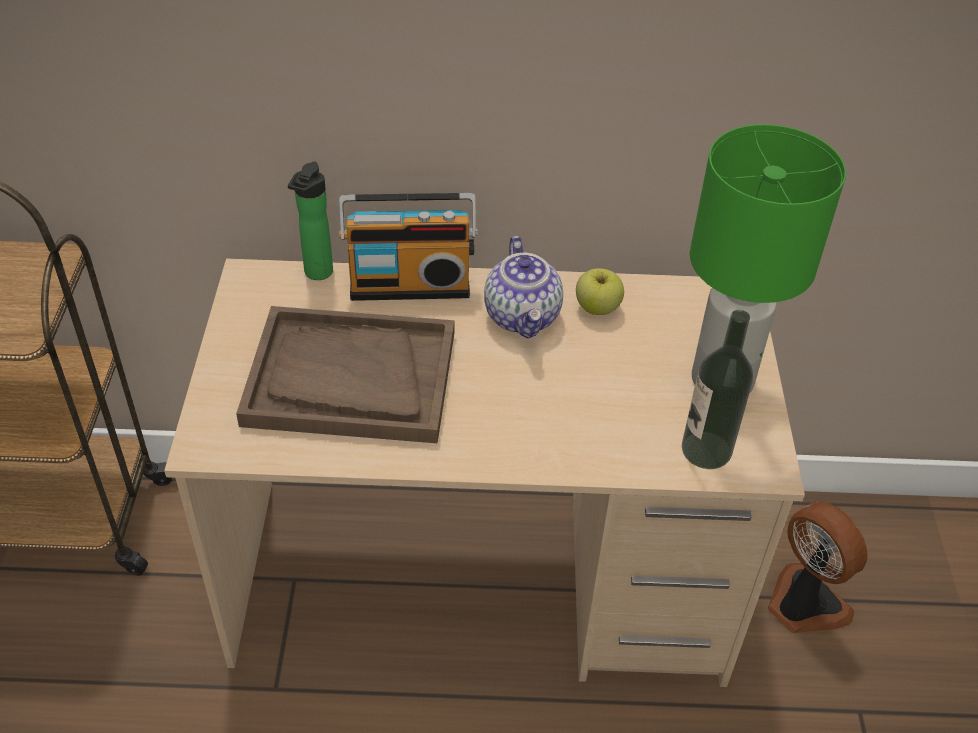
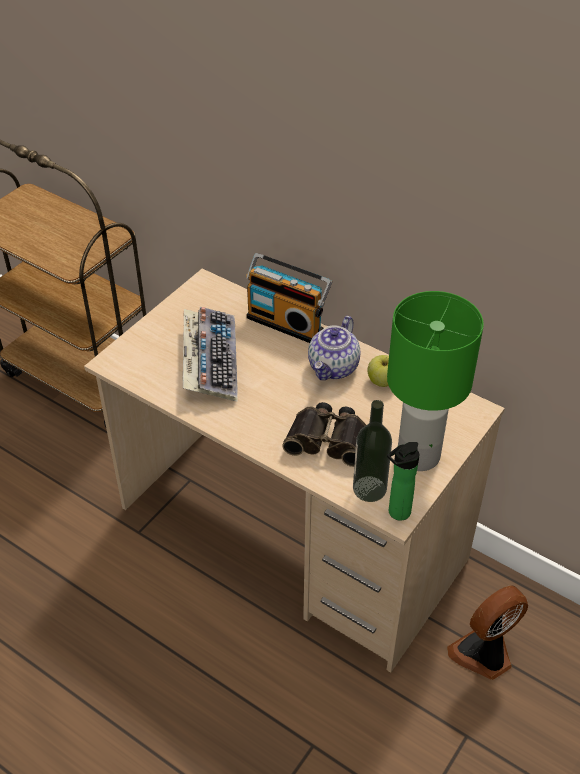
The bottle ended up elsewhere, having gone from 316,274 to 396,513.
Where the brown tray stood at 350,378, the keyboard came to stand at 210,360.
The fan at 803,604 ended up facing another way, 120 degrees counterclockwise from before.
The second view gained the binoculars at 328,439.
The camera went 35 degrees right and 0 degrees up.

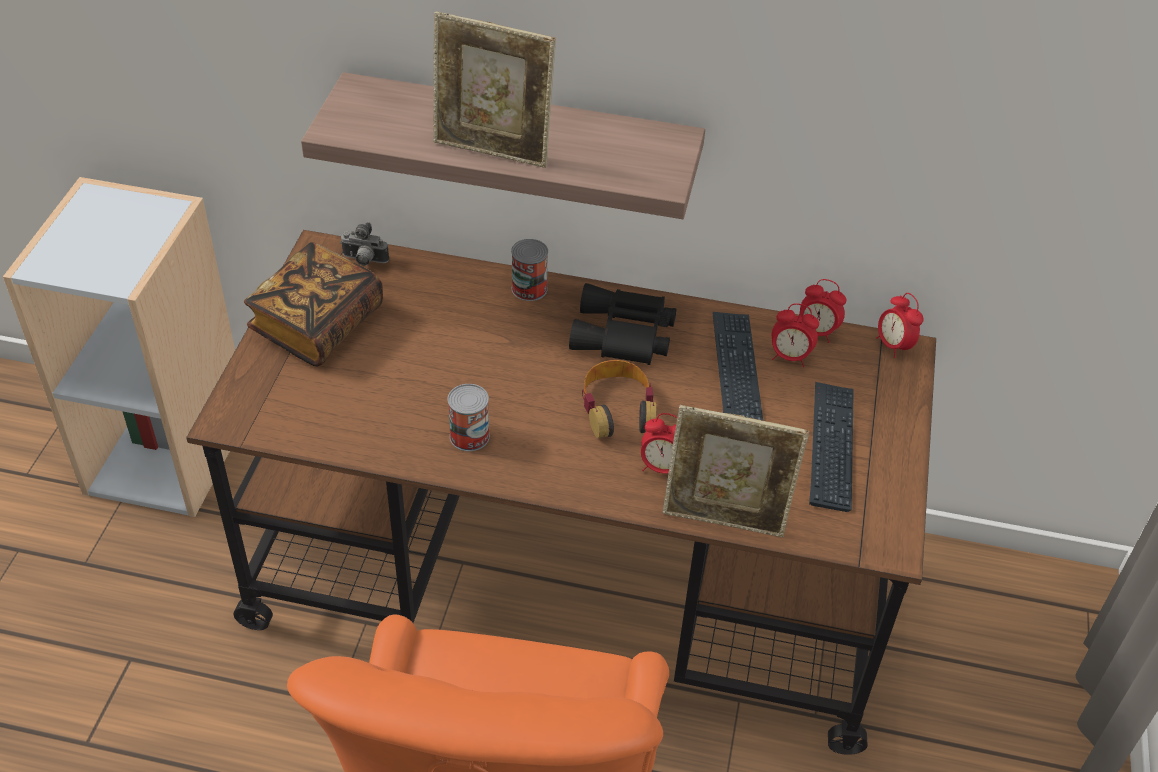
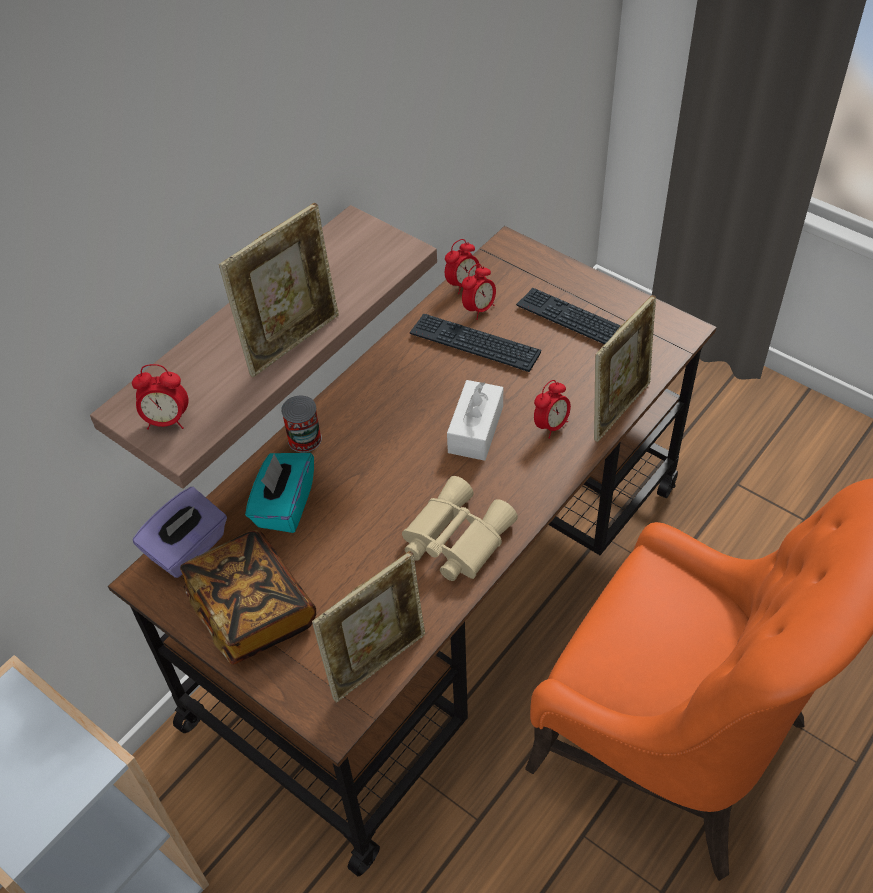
Where the photo camera stood at 364,261, the purple tissue box came to stand at 188,548.
The second view lost the black binoculars at 624,336.
The alarm clock ended up elsewhere, having gone from 893,346 to 167,420.
Where the headphones stood at 618,408, the white tissue box came to stand at 475,430.
Where the can stood at 469,436, the beige binoculars came to stand at 454,538.
The second view gained the turquoise tissue box at 284,506.
The second view gained the picture frame at 378,662.
The camera went 60 degrees left and 5 degrees up.

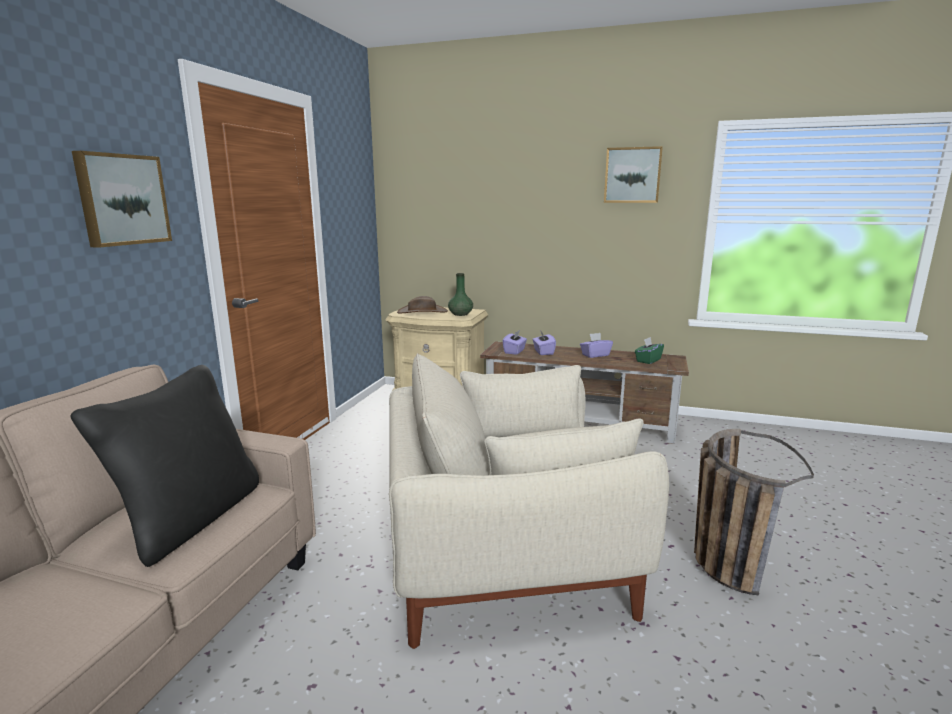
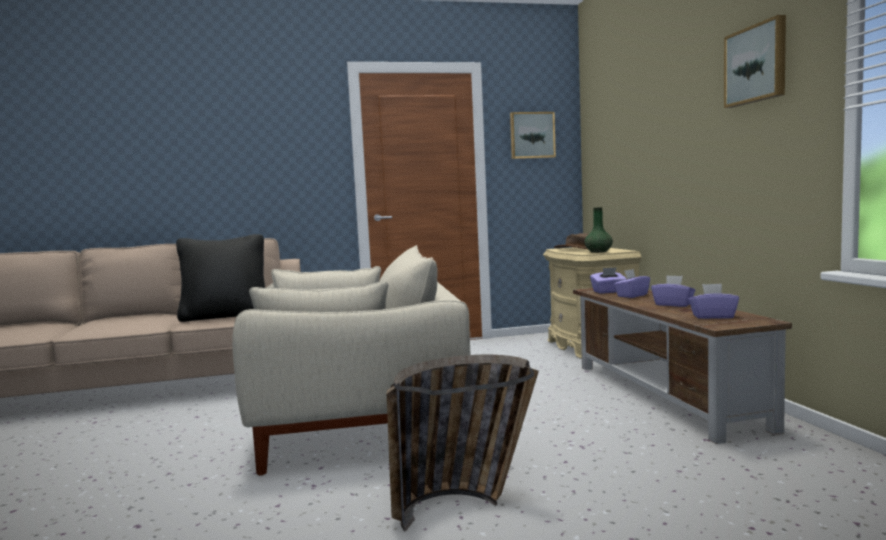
The picture ended up elsewhere, having gone from 122,199 to 532,135.
What was the green tissue box at 648,360 turned into the purple tissue box at 712,316.
The beige armchair at 506,556 ended up facing another way, 120 degrees clockwise from before.
The camera went 60 degrees right and 10 degrees down.

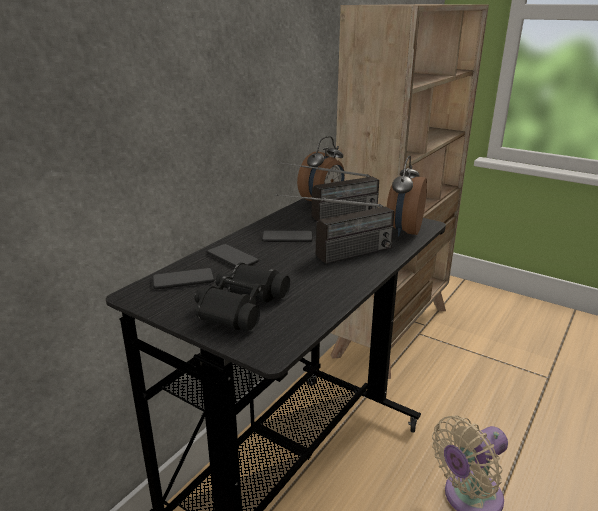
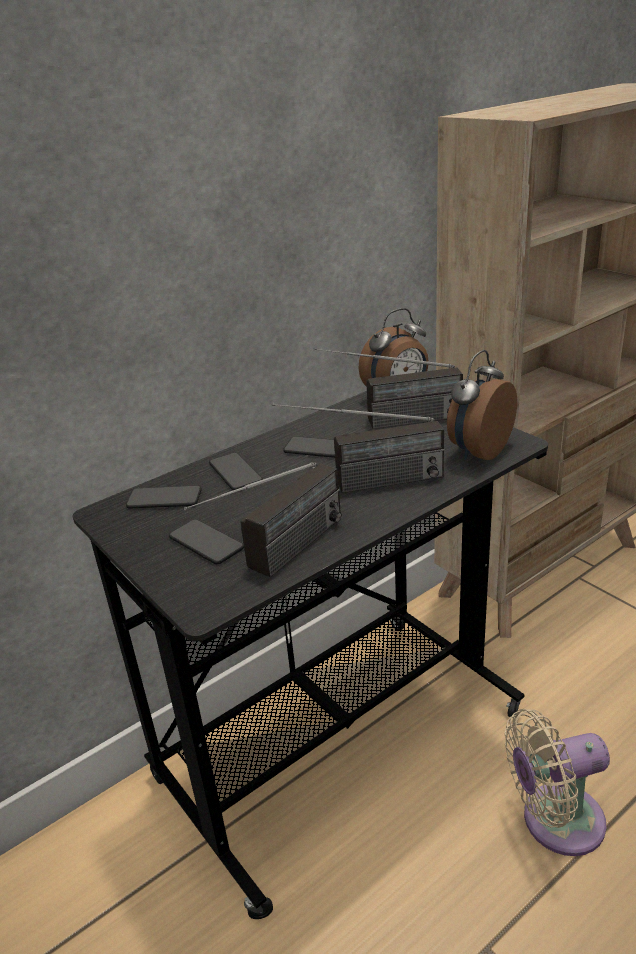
Where the black binoculars stood at 240,306, the phone came to stand at 206,543.
The second view gained the radio at 278,559.
The camera went 20 degrees right and 5 degrees up.

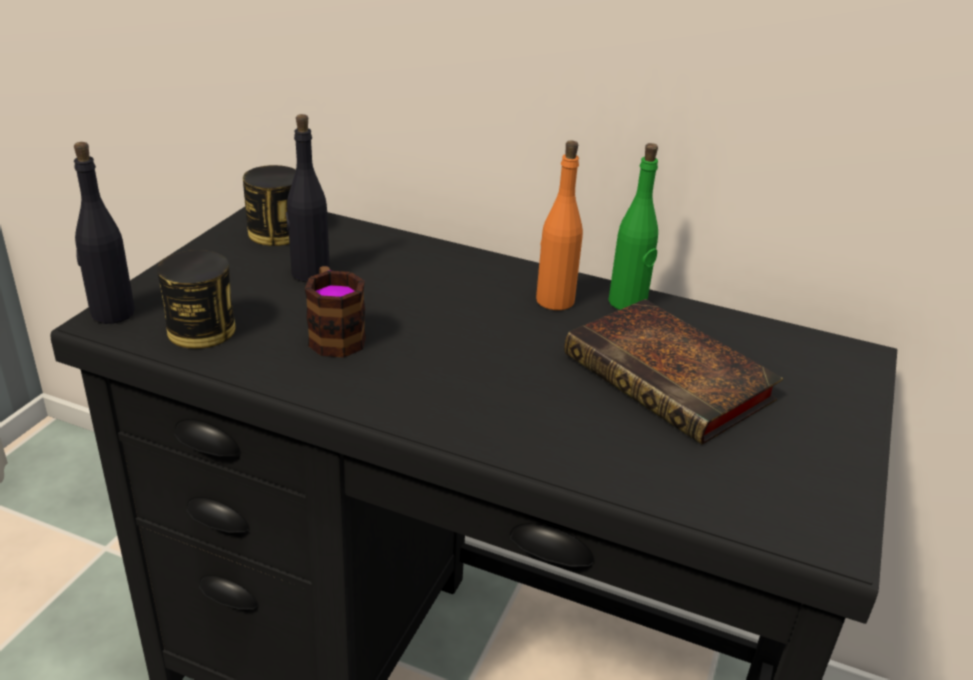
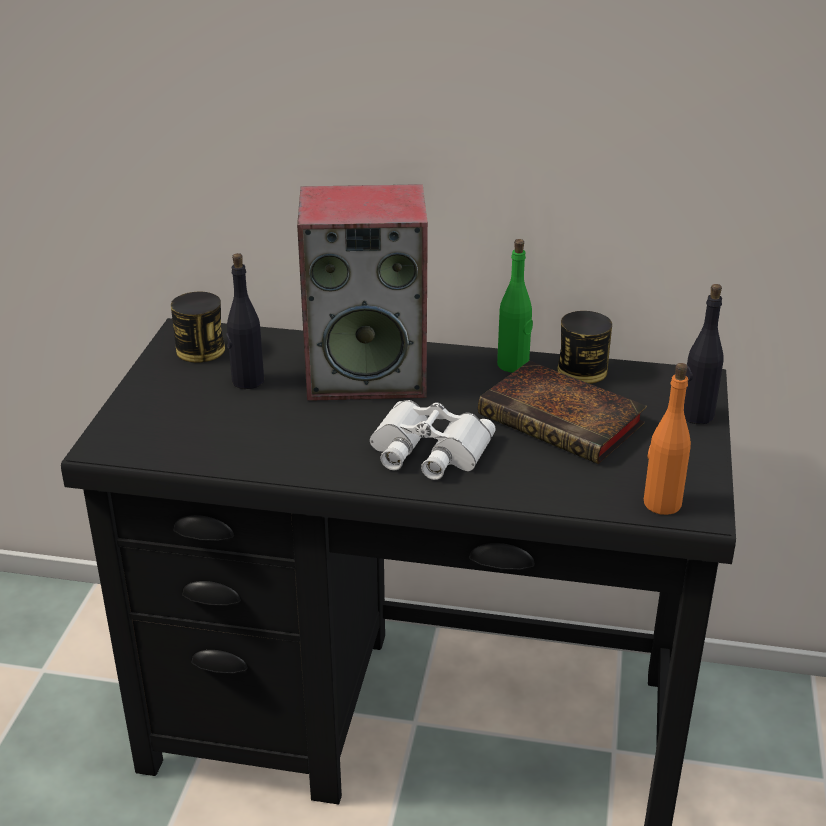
The orange bottle ended up elsewhere, having gone from 554,300 to 661,503.
The black bottle ended up elsewhere, having gone from 112,313 to 696,415.
The can ended up elsewhere, having gone from 201,330 to 582,371.
The second view lost the mug at 334,334.
The second view gained the speaker at 368,374.
The second view gained the white binoculars at 427,451.
The camera went 10 degrees left and 0 degrees up.

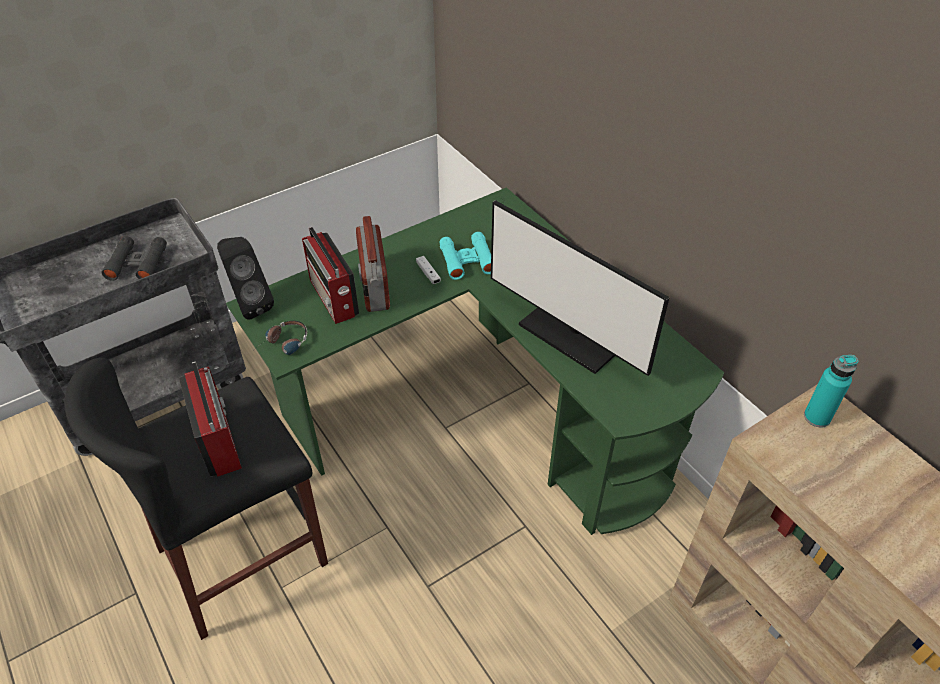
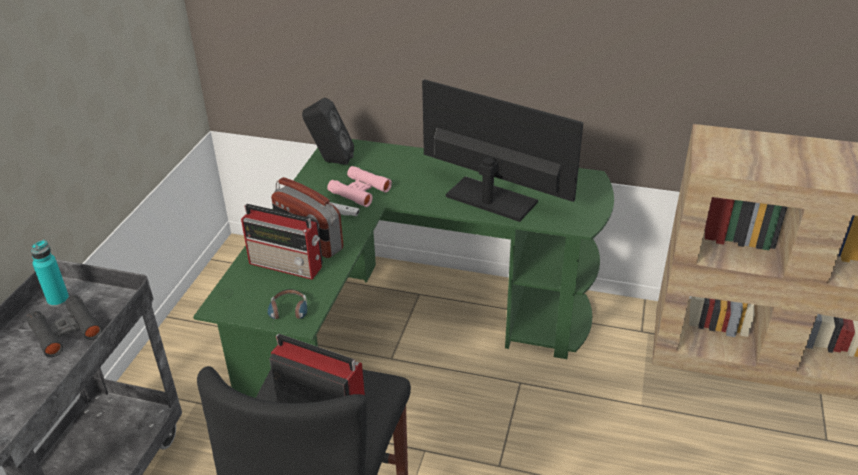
The monitor at 569,337 ended up facing another way, 150 degrees counterclockwise from before.
What was the turquoise binoculars at 467,260 turned into the pink binoculars at 359,191.
The black speaker ended up elsewhere, having gone from 249,304 to 330,161.
The turquoise bottle ended up elsewhere, having gone from 817,417 to 58,300.
The camera went 40 degrees left and 10 degrees down.

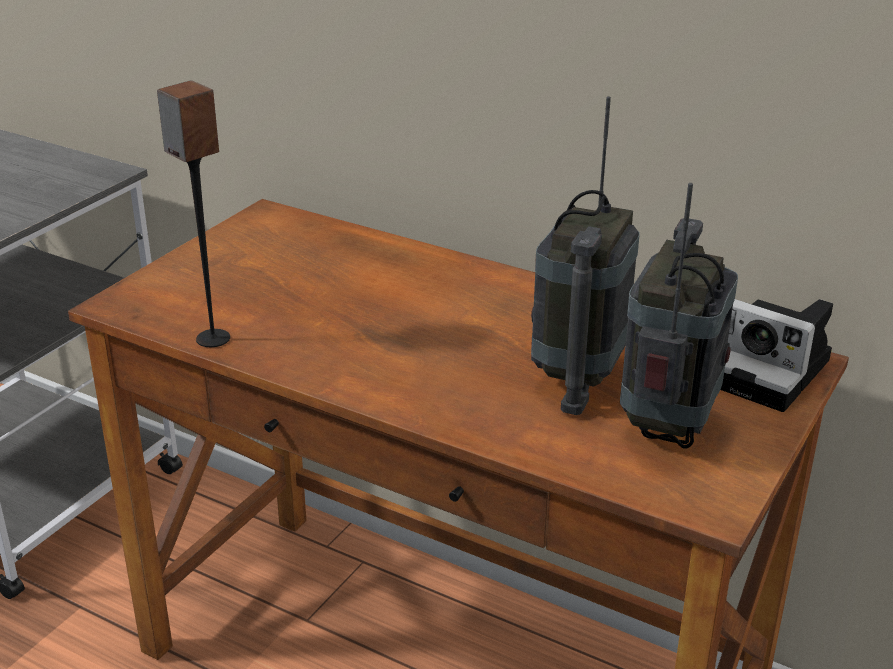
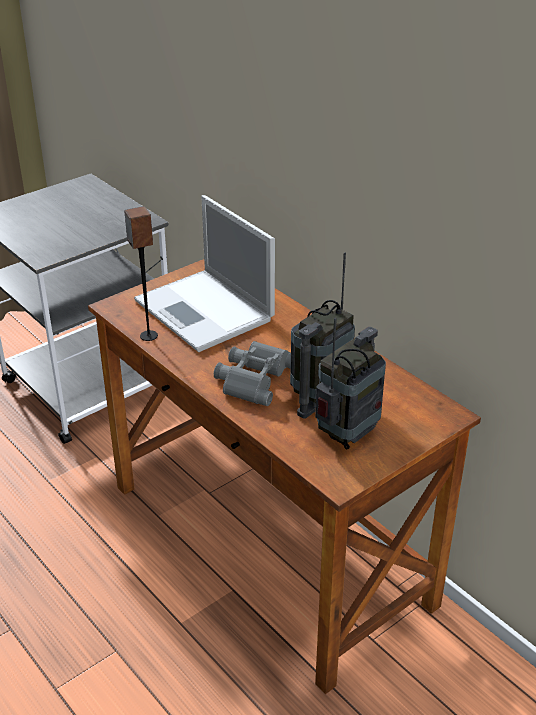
The second view lost the photo camera at 768,371.
The second view gained the laptop at 206,311.
The second view gained the grey binoculars at 253,377.
The camera went 20 degrees right and 5 degrees up.

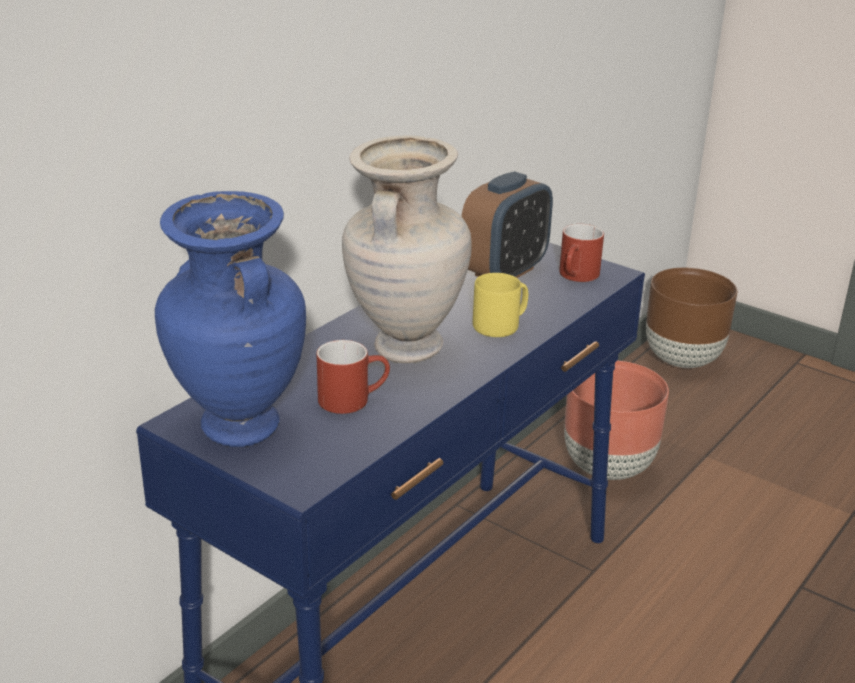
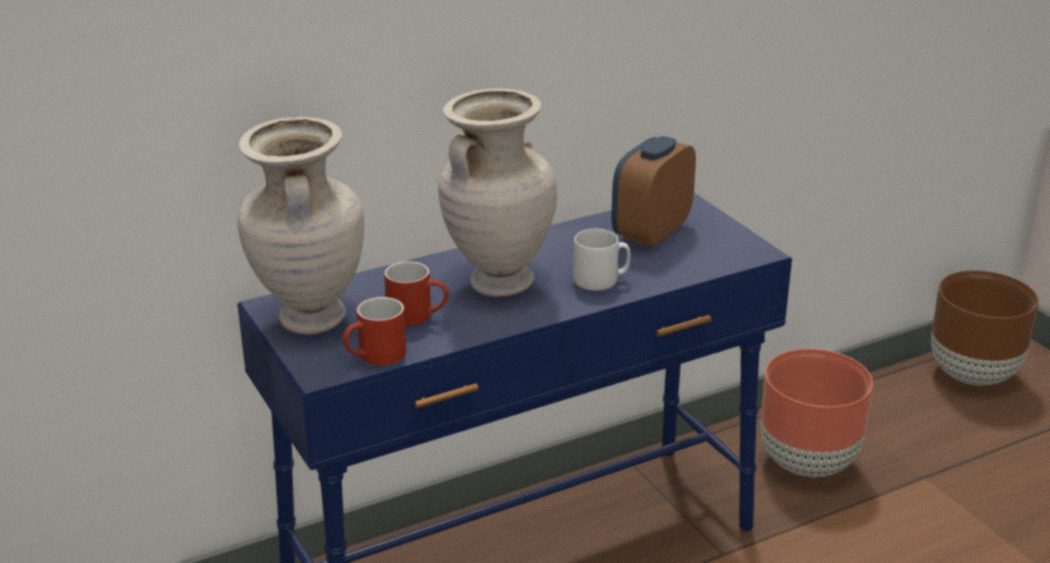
The alarm clock at 504,272 ended up facing another way, 150 degrees clockwise from before.
What was the blue vase at 238,428 turned into the beige vase at 309,319.
The red mug ended up elsewhere, having gone from 577,277 to 375,357.
What was the yellow mug at 500,325 turned into the grey mug at 601,280.
The camera went 25 degrees right and 0 degrees up.

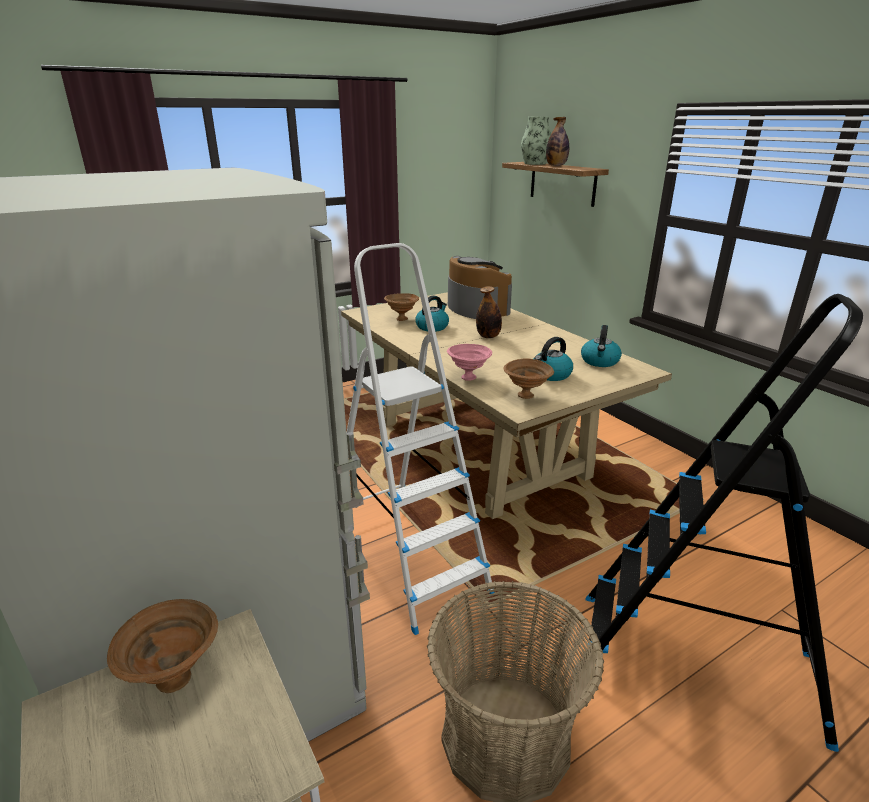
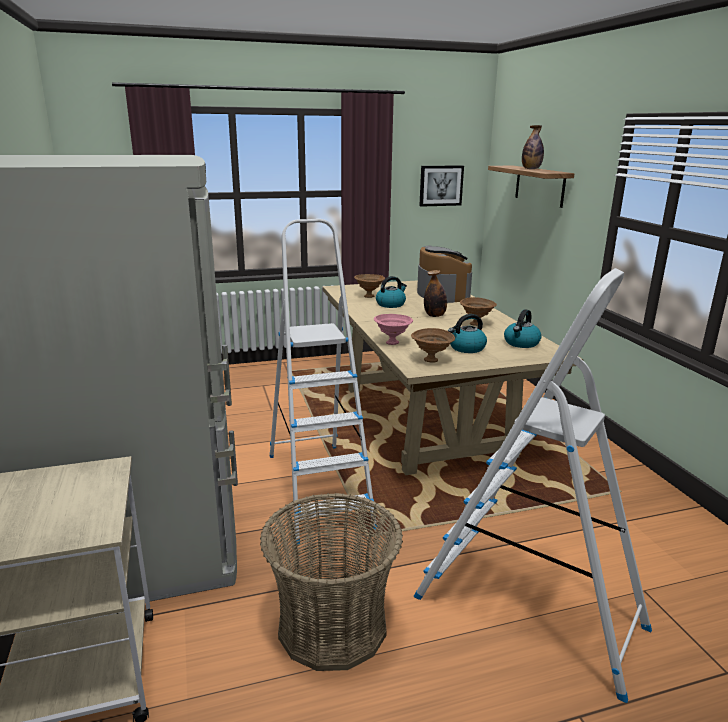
The second view lost the vase at 535,163.
What was the black step ladder at 693,664 turned into the white step ladder at 527,612.
The brown bowl ended up elsewhere, having gone from 177,677 to 476,324.
The second view gained the picture at 441,185.
The camera went 15 degrees right and 5 degrees down.

